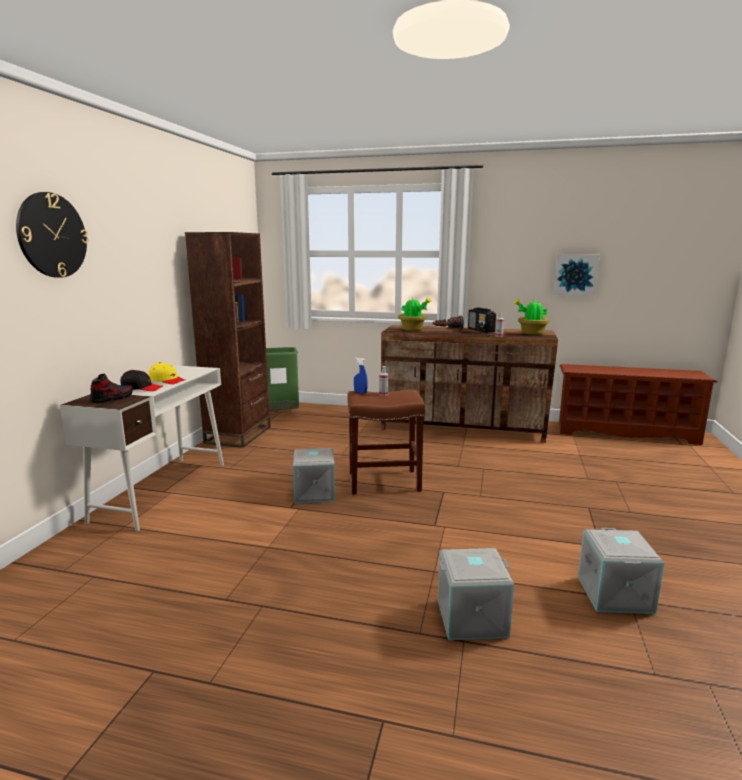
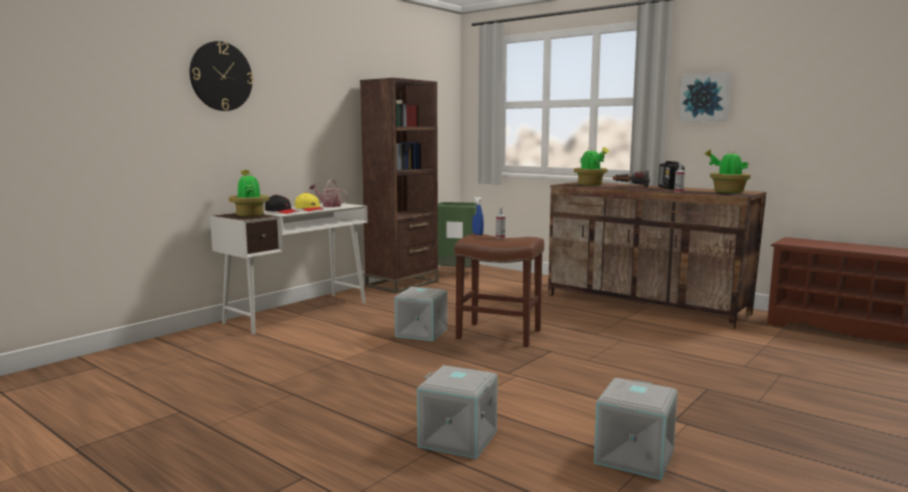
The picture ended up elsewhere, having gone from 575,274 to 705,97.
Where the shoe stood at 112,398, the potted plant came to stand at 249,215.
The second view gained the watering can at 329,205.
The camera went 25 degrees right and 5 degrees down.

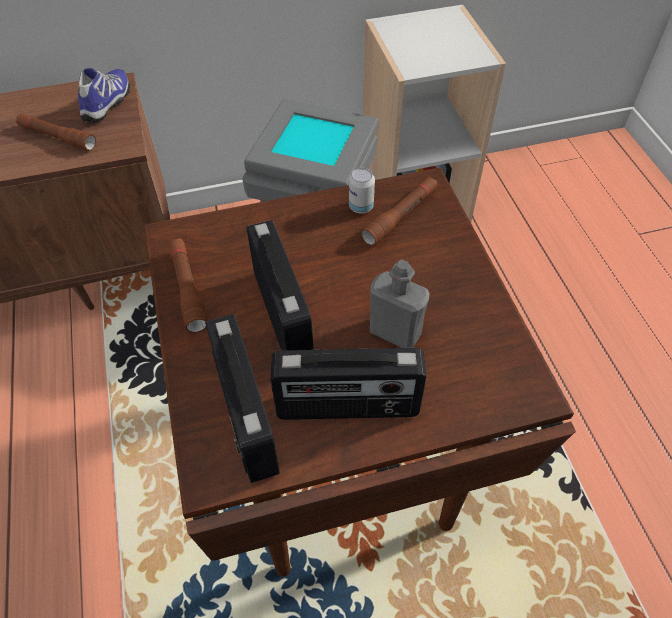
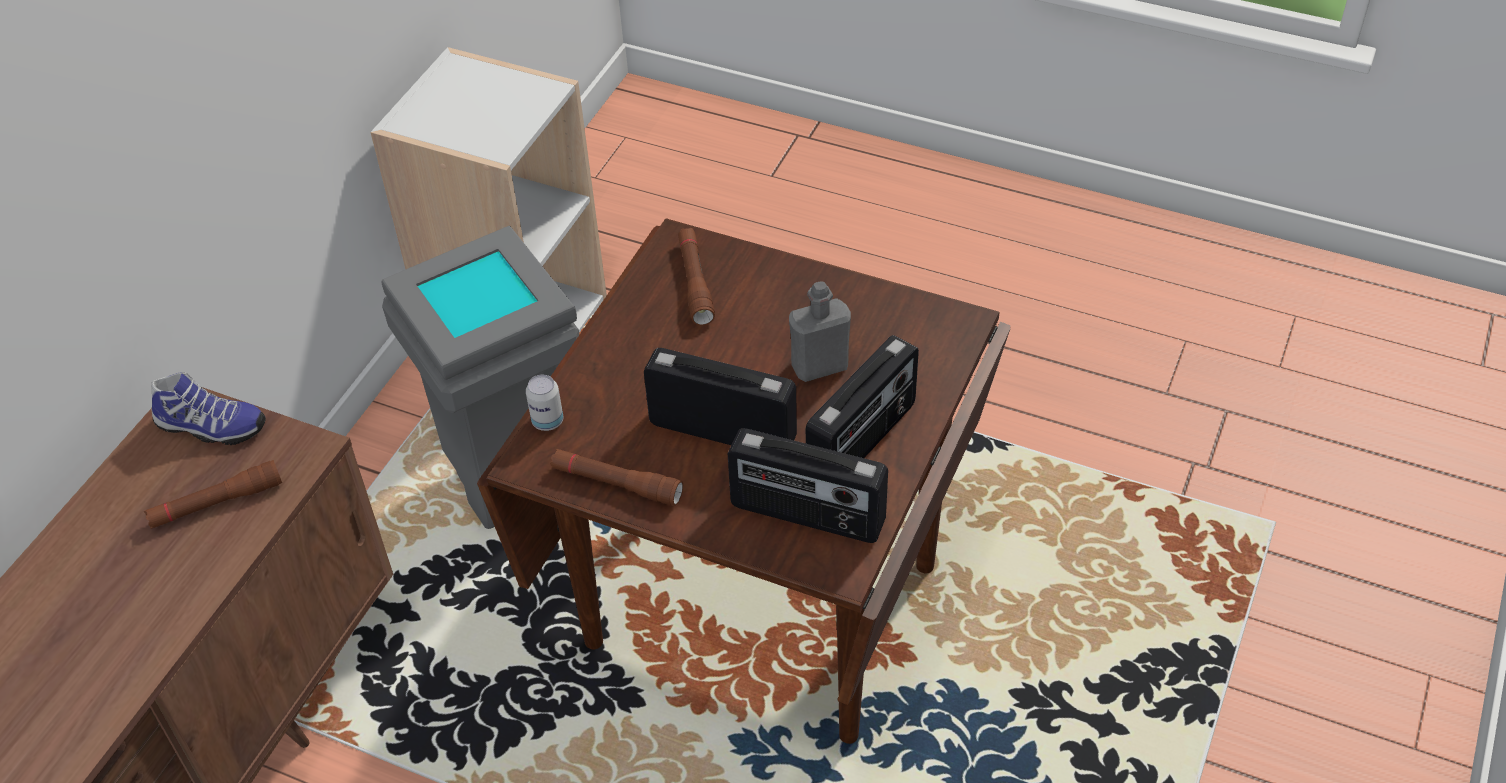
The shoe at 108,103 ended up facing another way, 135 degrees clockwise from before.
The can ended up elsewhere, having gone from 361,207 to 547,421.
The camera went 50 degrees left and 5 degrees down.

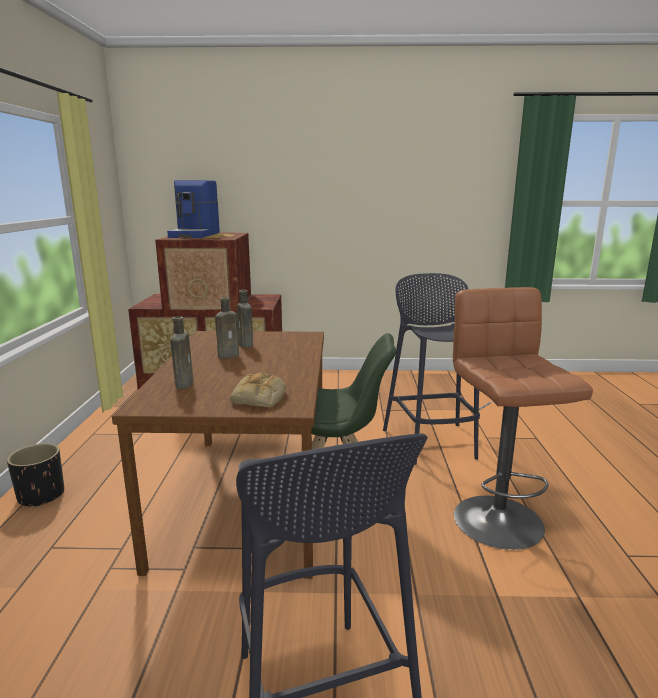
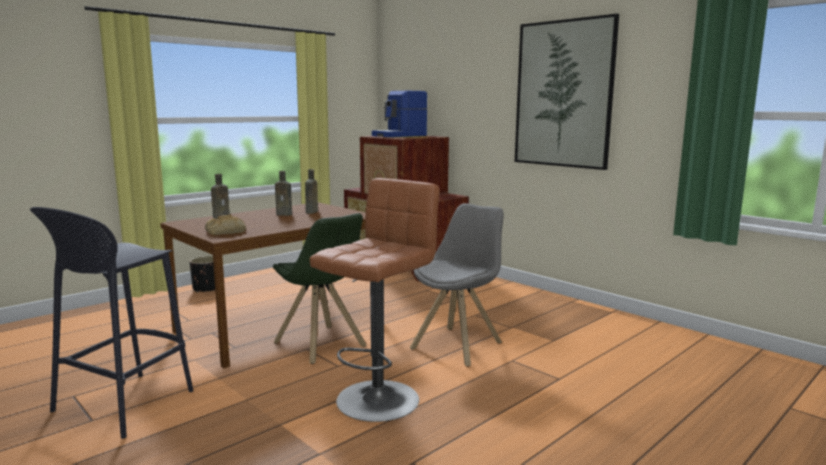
Where the grey stool stood at 431,442, the grey chair came to stand at 457,345.
The second view gained the picture at 563,94.
The camera went 45 degrees right and 5 degrees down.

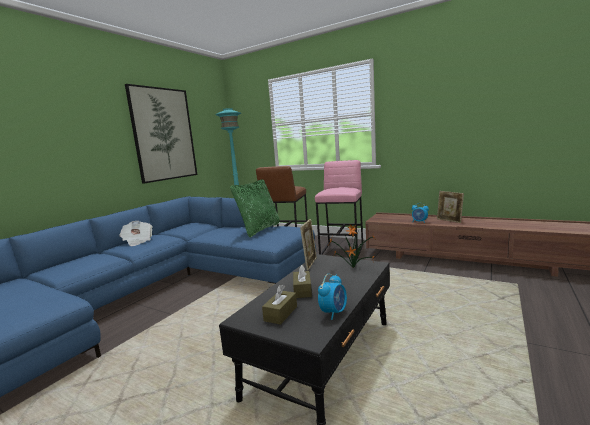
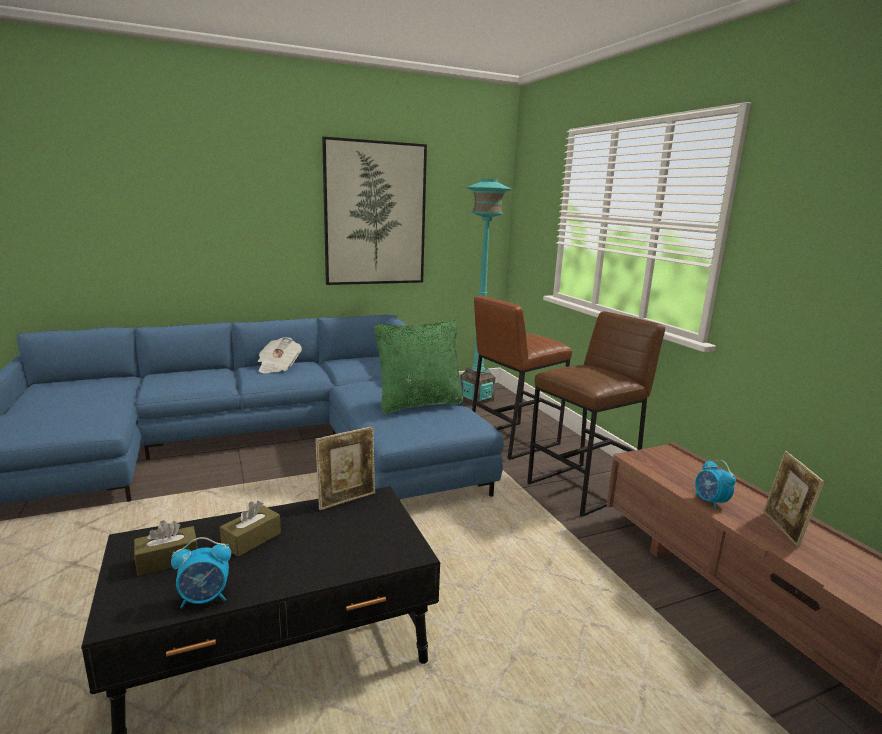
What was the pink stool at 342,250 turned into the brown stool at 582,488.
The second view lost the potted plant at 351,268.
The camera went 35 degrees right and 5 degrees up.

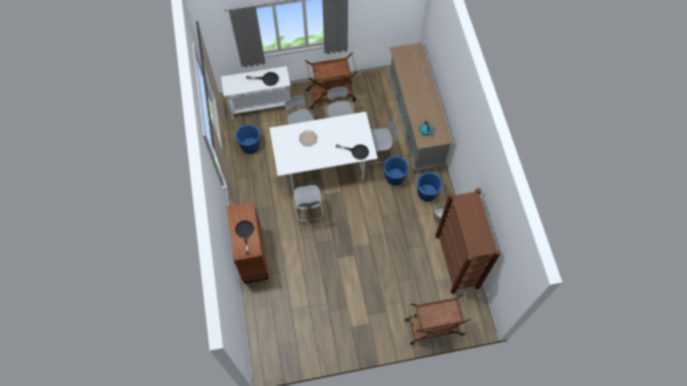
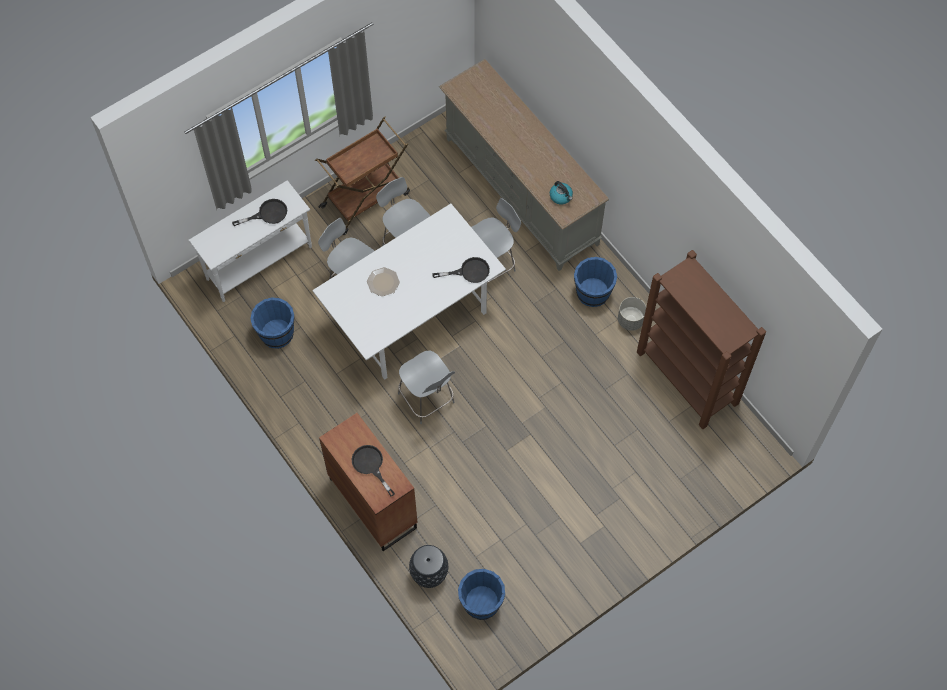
The blue bucket ended up elsewhere, having gone from 394,177 to 481,603.
The second view lost the brown cart at 433,327.
The second view gained the black stool at 429,574.
The camera went 25 degrees left and 0 degrees up.

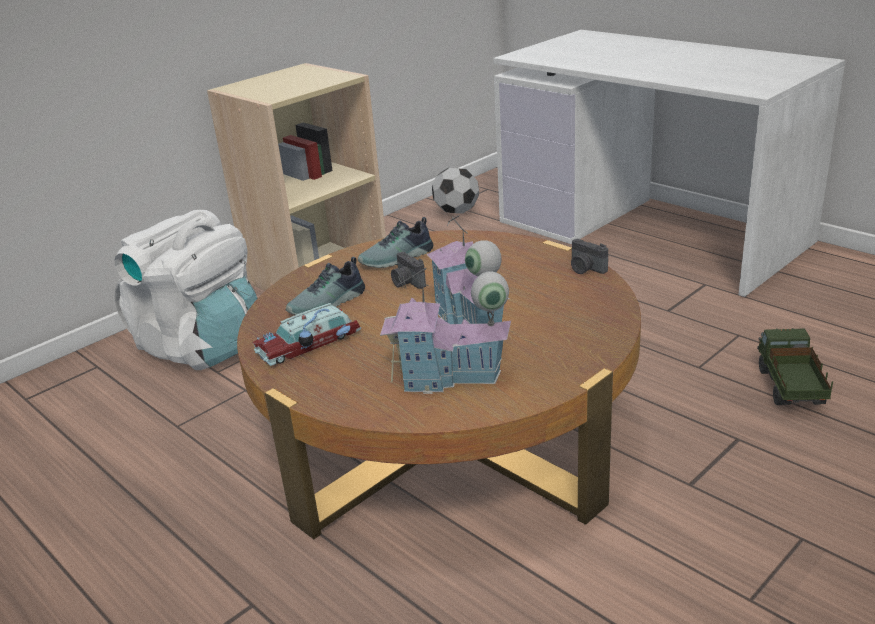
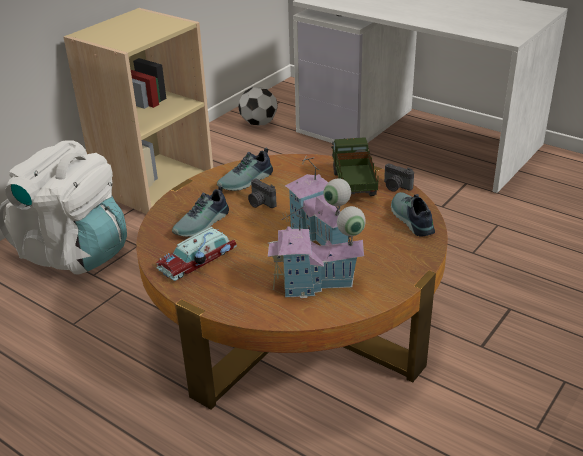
The toy truck ended up elsewhere, having gone from 788,389 to 353,185.
The second view gained the shoe at 410,219.
The camera went 10 degrees left and 5 degrees up.

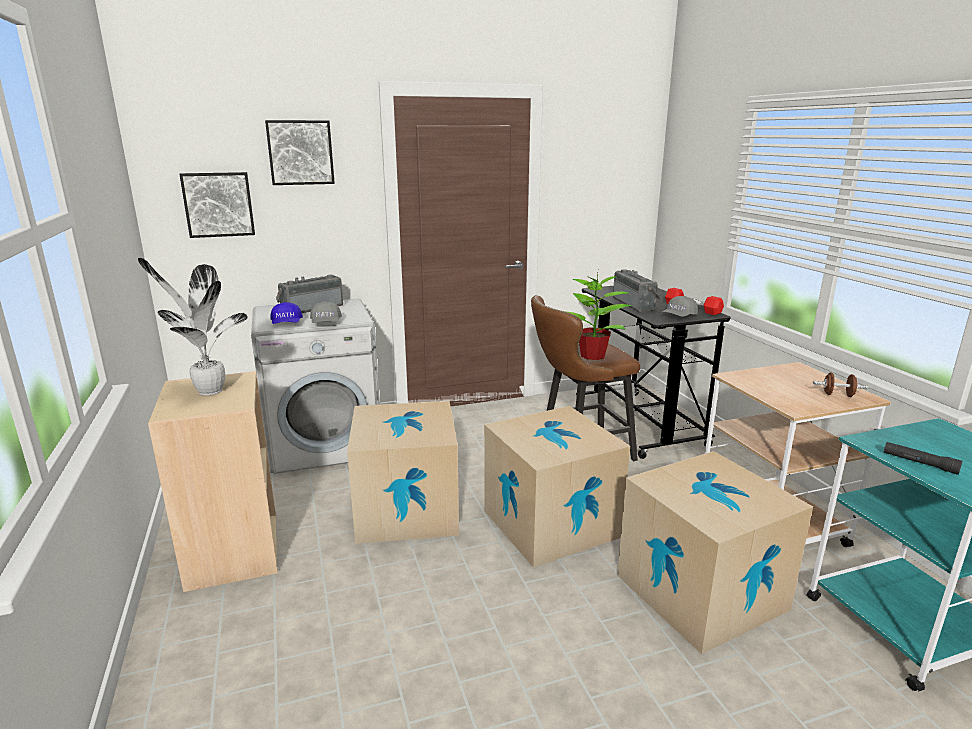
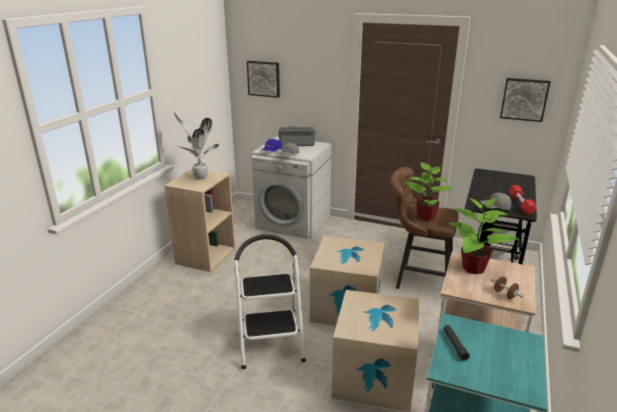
The picture ended up elsewhere, having gone from 300,152 to 524,99.
The second view lost the radio at 636,304.
The second view lost the cardboard box at 407,510.
The second view gained the potted plant at 473,268.
The second view gained the step ladder at 270,338.
The camera went 40 degrees right and 5 degrees up.

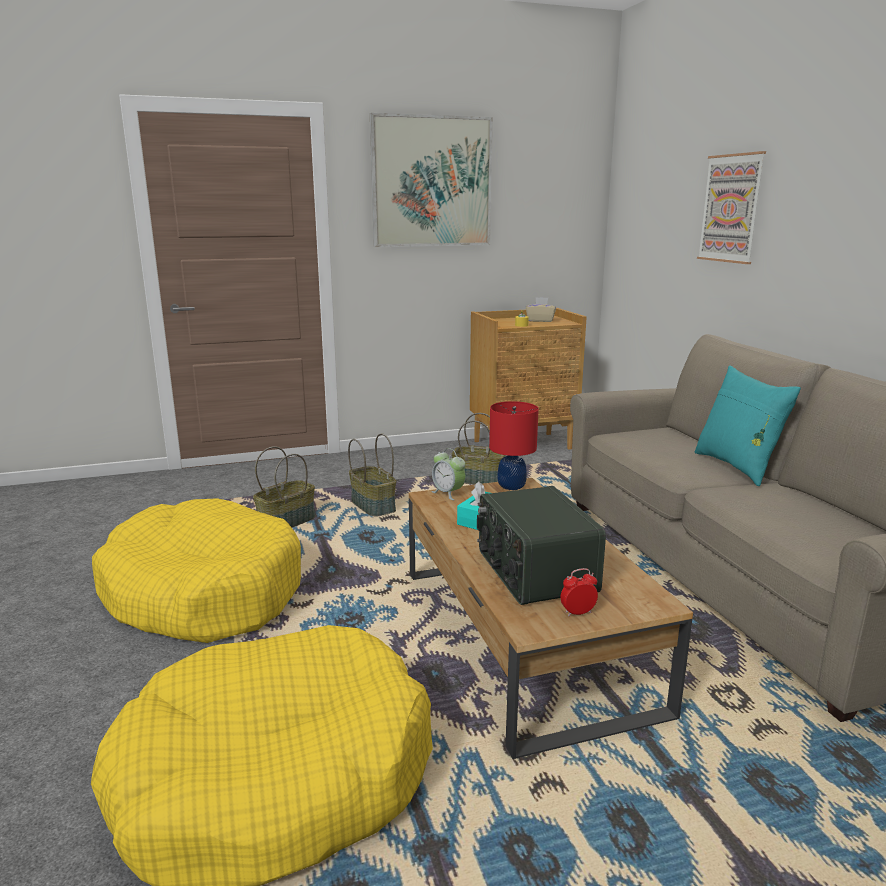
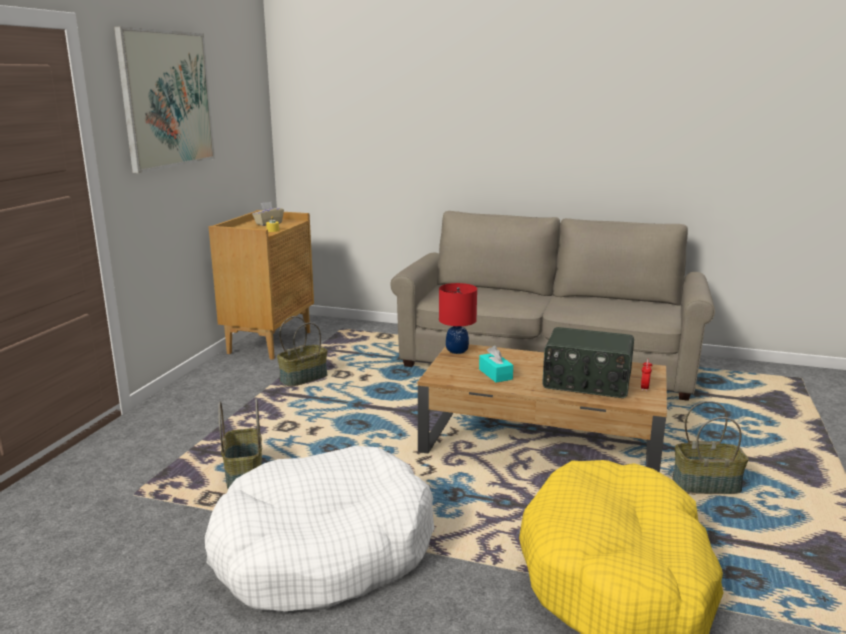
The second view lost the picture at 731,208.
The second view lost the turquoise pillow at 736,467.
The basket ended up elsewhere, having gone from 374,506 to 706,485.
The second view lost the alarm clock at 448,493.
What was the yellow dog bed at 203,592 turned into the white dog bed at 323,550.
The camera went 55 degrees left and 0 degrees up.

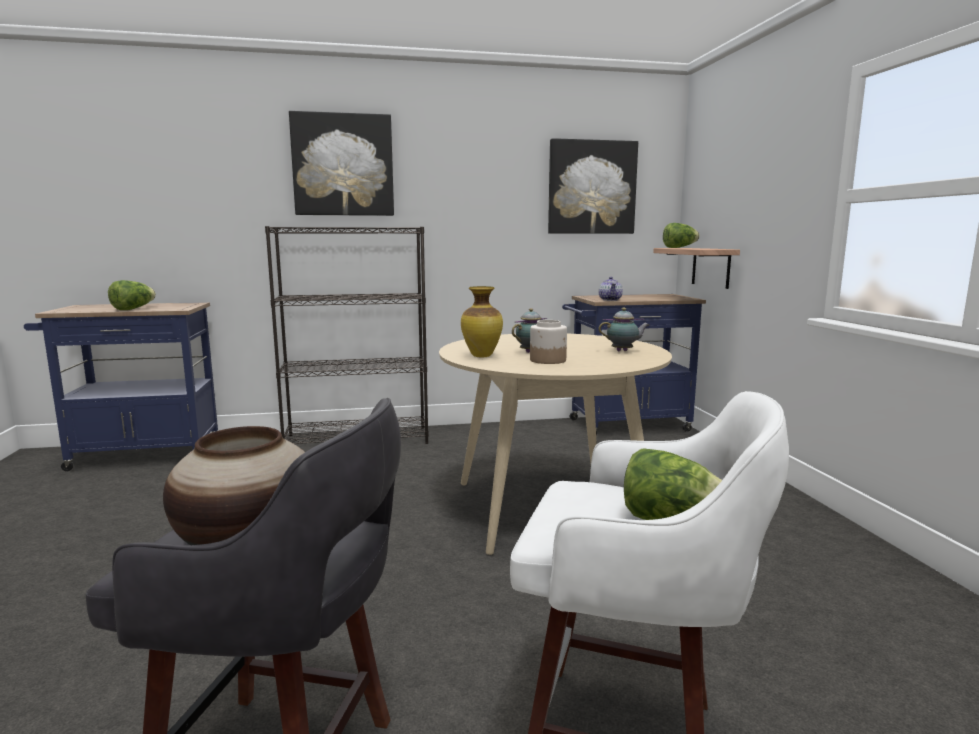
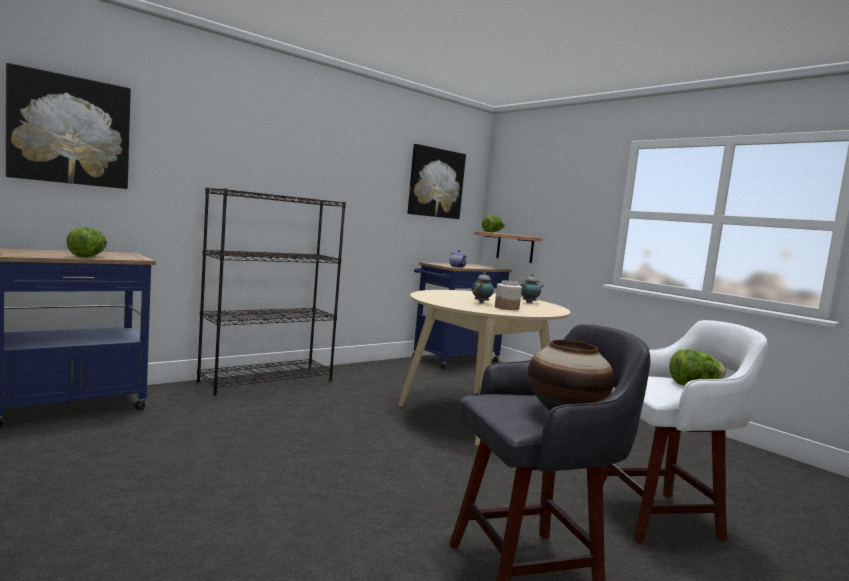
The picture ended up elsewhere, having gone from 343,165 to 70,130.
The second view lost the vase at 482,356.
The camera went 30 degrees left and 5 degrees down.

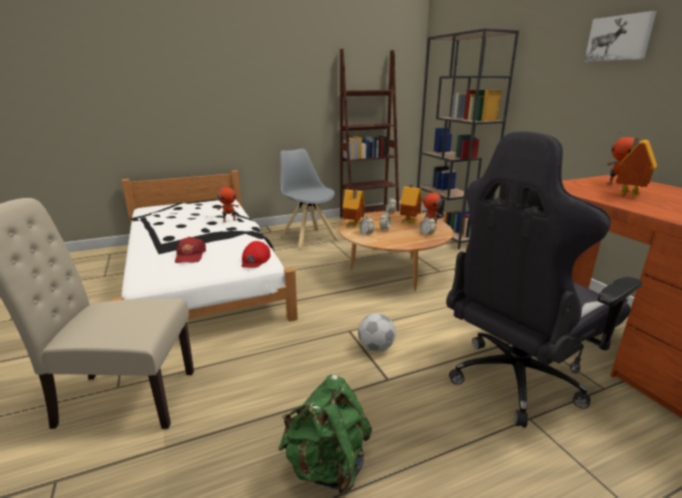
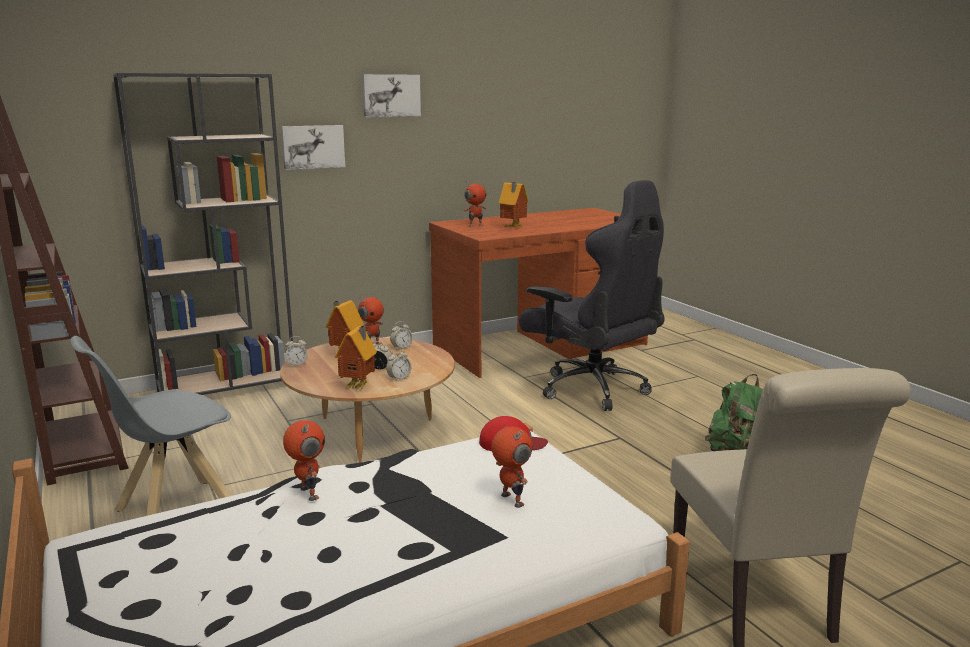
Where the red cap stood at 190,256, the toy robot came to stand at 510,500.
The second view lost the football at 376,348.
The second view gained the picture at 313,147.
The camera went 95 degrees left and 5 degrees down.

